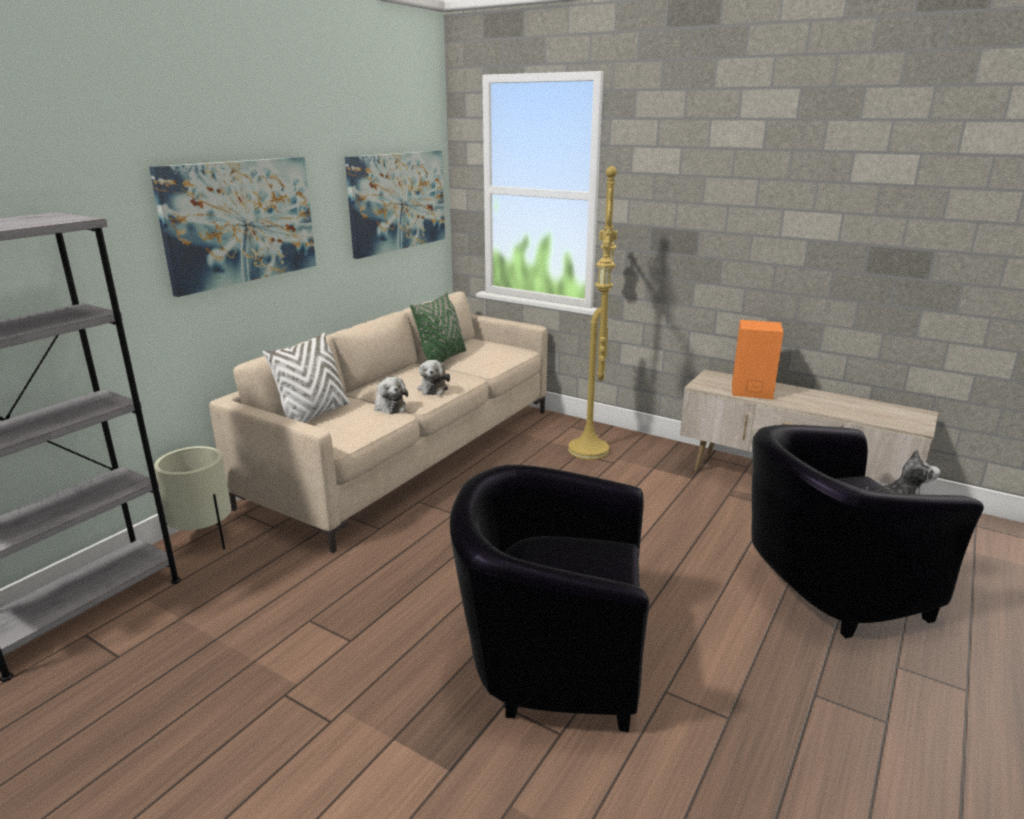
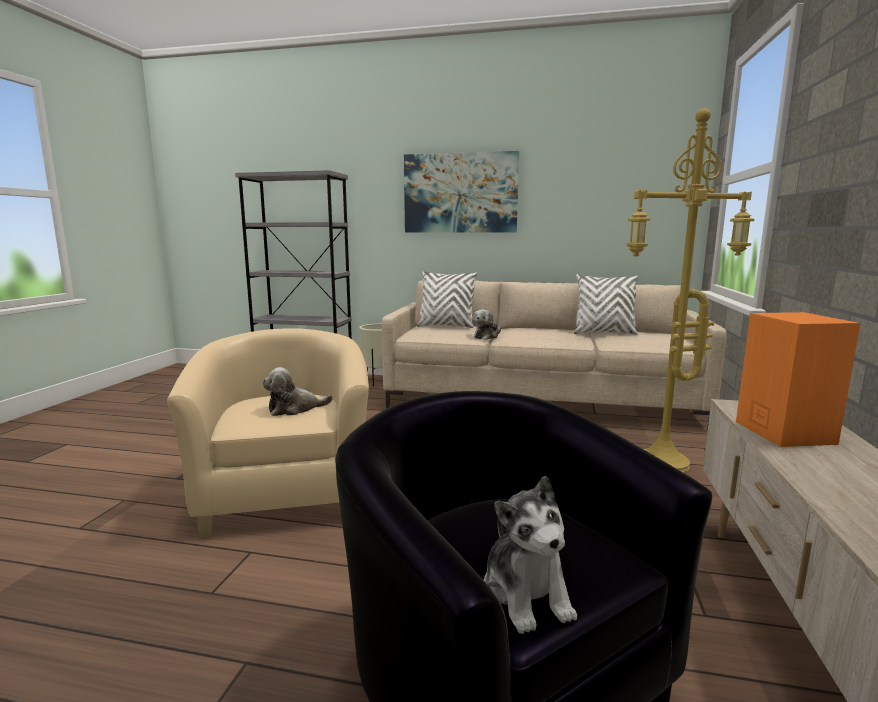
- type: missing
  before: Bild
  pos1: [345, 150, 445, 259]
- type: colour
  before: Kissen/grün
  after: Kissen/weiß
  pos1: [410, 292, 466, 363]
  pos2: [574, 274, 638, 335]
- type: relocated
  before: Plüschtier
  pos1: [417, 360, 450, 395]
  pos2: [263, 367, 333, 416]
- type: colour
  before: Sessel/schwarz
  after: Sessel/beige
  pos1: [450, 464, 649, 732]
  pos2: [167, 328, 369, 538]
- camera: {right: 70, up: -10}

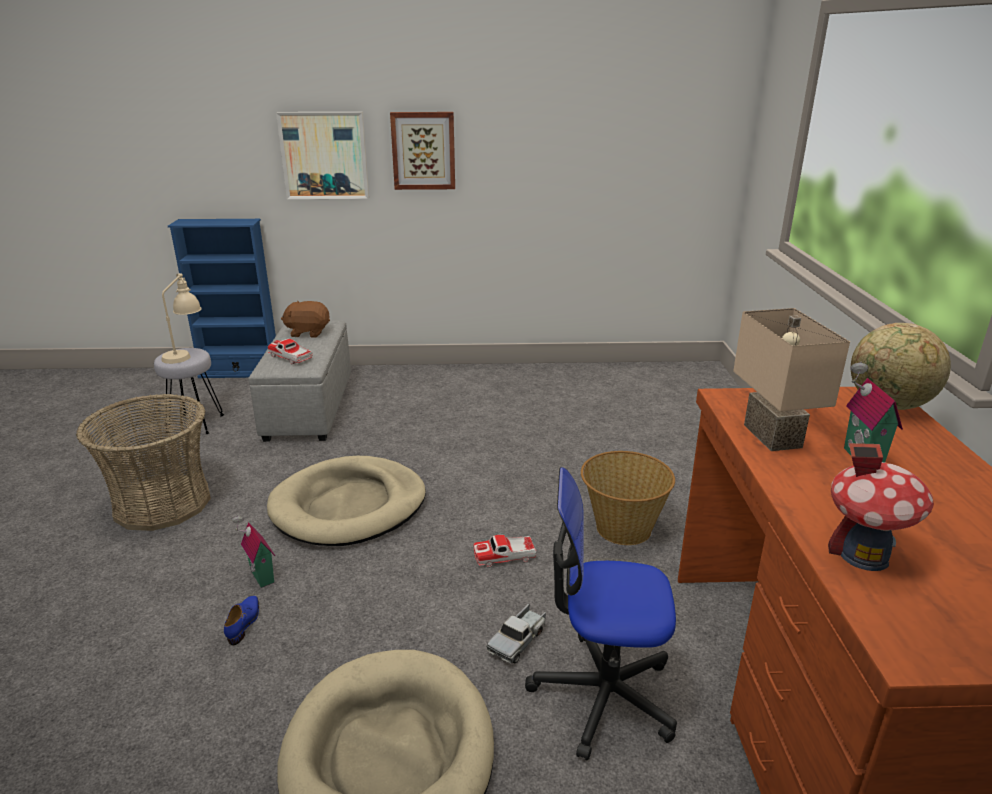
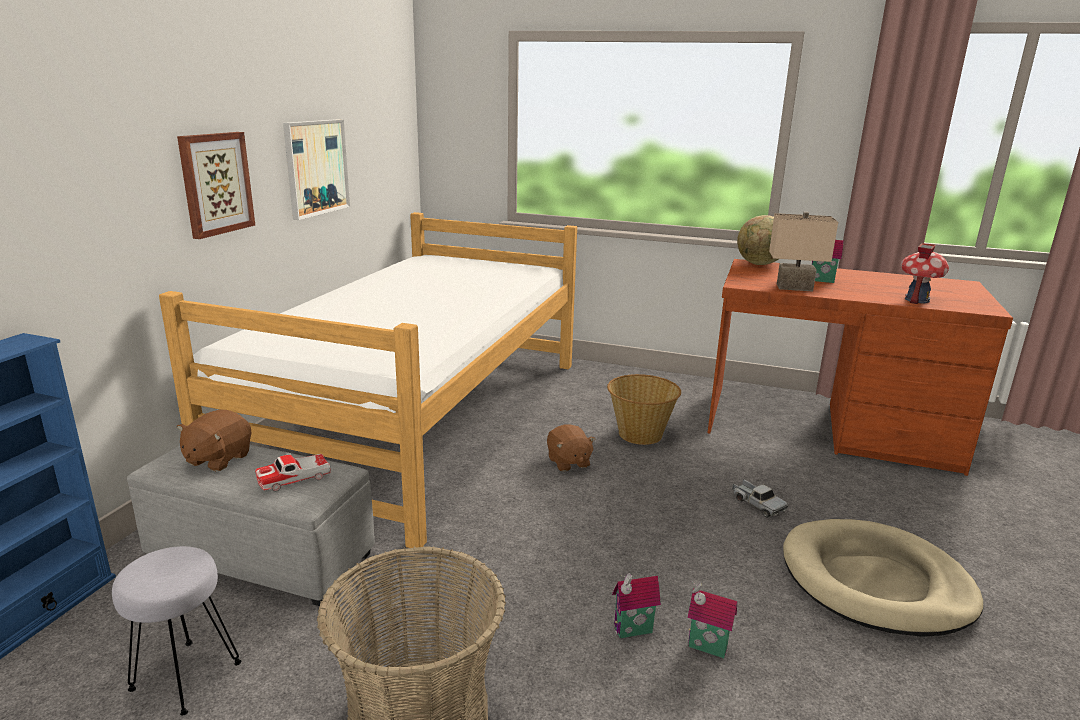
- type: missing
  before: Tischlampe/beige
  pos1: [161, 273, 202, 364]
- type: exchanged
  before: Schuh/blau
  after: Spielzeughaus
  pos1: [224, 596, 259, 645]
  pos2: [688, 581, 737, 658]
- type: missing
  before: Hundebett/beige
  pos1: [267, 456, 426, 546]
- type: relocated
  before: Bild
  pos1: [276, 112, 369, 199]
  pos2: [283, 119, 350, 220]
- type: missing
  before: Spielzeugauto
  pos1: [473, 535, 537, 568]
- type: missing
  before: Bürostuhl
  pos1: [525, 467, 677, 761]
- type: appeared
  after: Bett
  pos2: [159, 212, 577, 548]
- type: appeared
  after: Plüschtier/braun
  pos2: [547, 424, 595, 472]
- camera: {right: -70, up: -5}

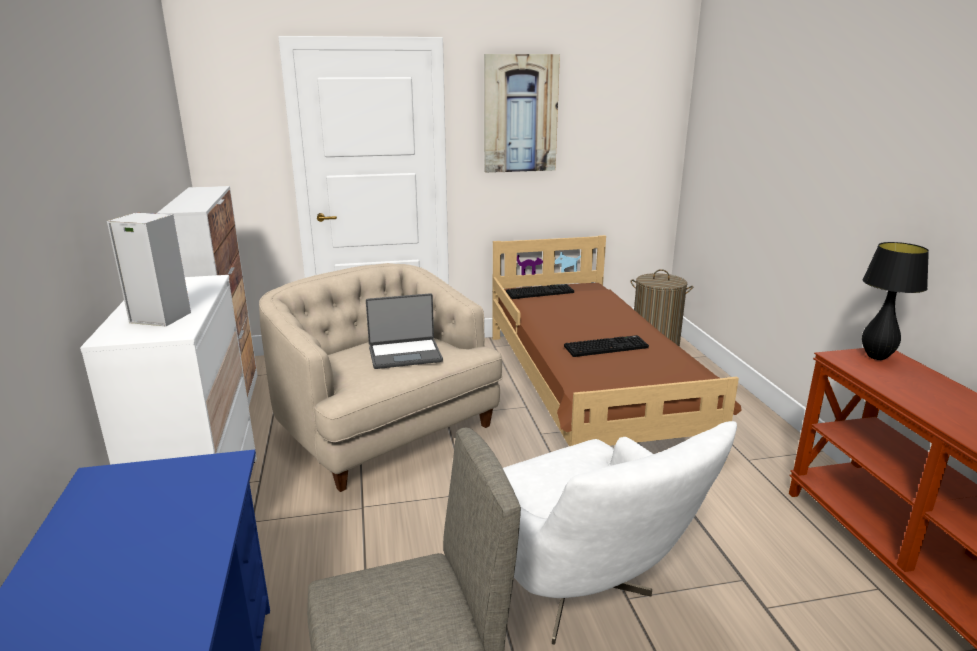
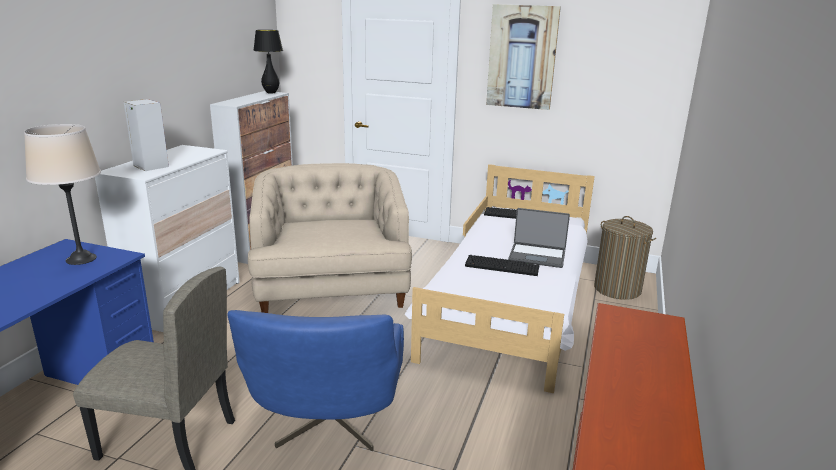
- type: relocated
  before: Laptop
  pos1: [366, 293, 443, 369]
  pos2: [508, 208, 570, 268]
- type: colour
  before: Bett/braun
  after: Bett/weiß
  pos1: [492, 235, 742, 464]
  pos2: [404, 164, 595, 393]
- type: colour
  before: Sessel/weiß
  after: Sessel/blau
  pos1: [503, 421, 737, 644]
  pos2: [227, 310, 404, 451]
- type: relocated
  before: Tischlampe/schwarz
  pos1: [862, 242, 929, 360]
  pos2: [253, 30, 283, 94]
- type: appeared
  after: Tischlampe/beige
  pos2: [24, 124, 101, 265]
- camera: {right: 30, up: 0}

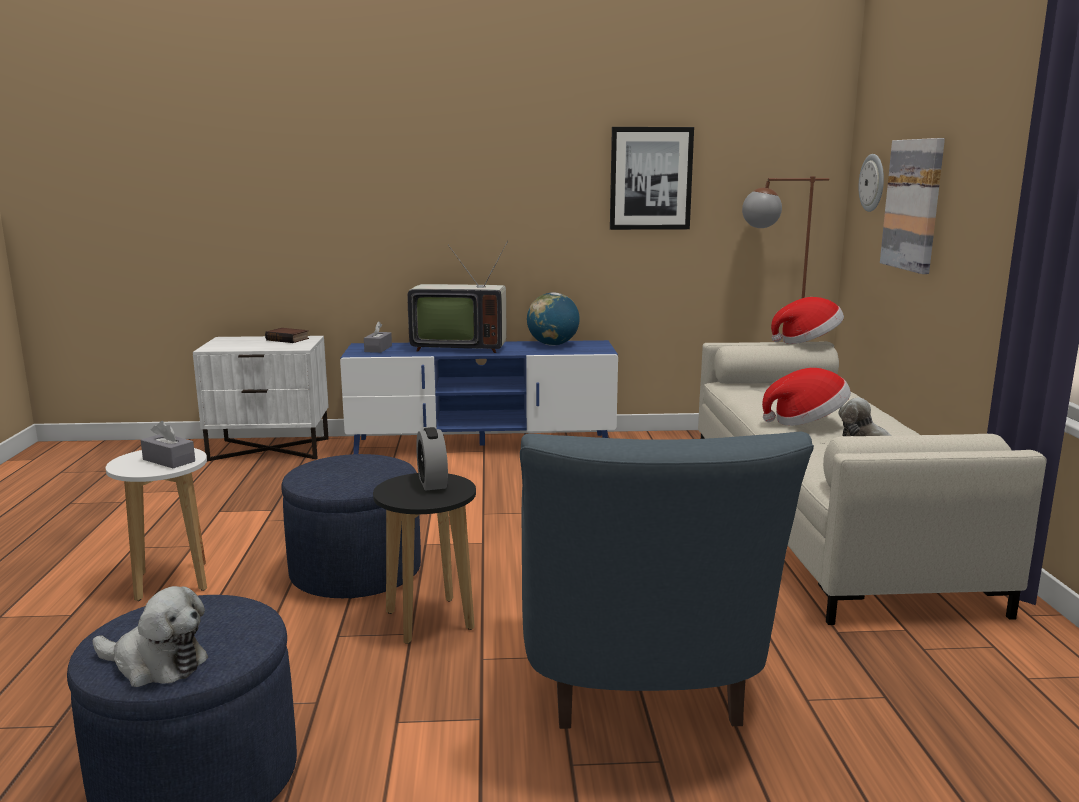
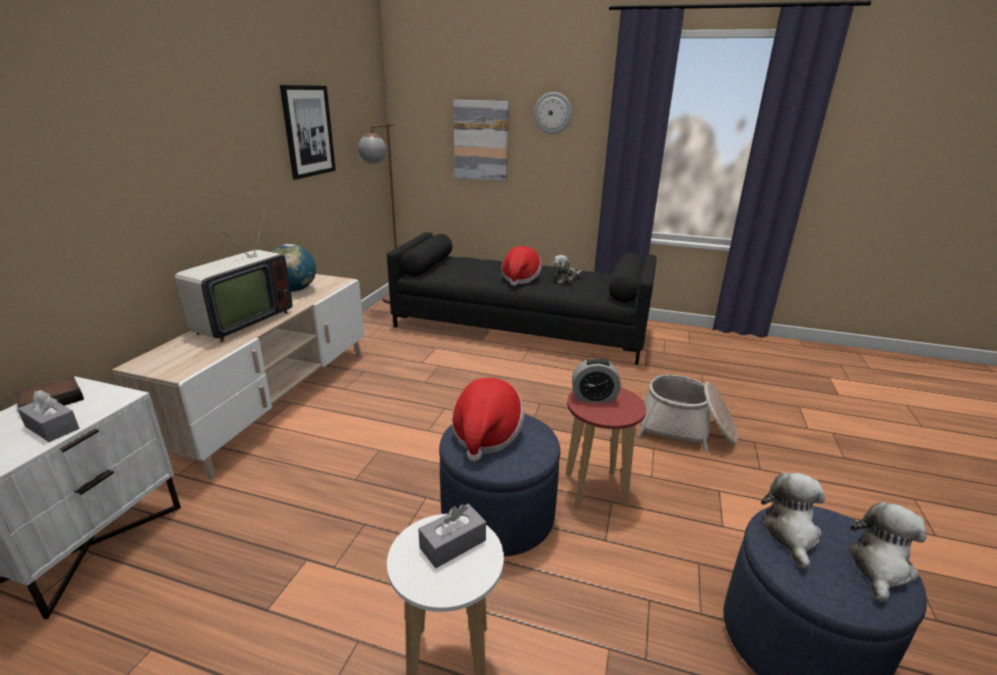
- type: colour
  before: Fernsehschrank/blau
  after: Fernsehschrank/beige
  pos1: [340, 340, 618, 454]
  pos2: [112, 274, 364, 480]
- type: relocated
  before: Taschentuchbox/grau
  pos1: [364, 321, 392, 353]
  pos2: [18, 390, 79, 442]
- type: colour
  before: Hocker/schwarz
  after: Hocker/rot
  pos1: [373, 473, 476, 644]
  pos2: [566, 387, 646, 508]
- type: exchanged
  before: Sessel/blau
  after: Korb
  pos1: [520, 432, 814, 729]
  pos2: [637, 375, 738, 451]
- type: colour
  before: Sofa/beige
  after: Sofa/schwarz
  pos1: [698, 341, 1047, 625]
  pos2: [387, 232, 656, 365]
- type: relocated
  before: Hut
  pos1: [771, 297, 844, 344]
  pos2: [452, 378, 524, 461]
- type: relocated
  before: Wanduhr
  pos1: [859, 154, 884, 212]
  pos2: [534, 92, 572, 134]
- type: appeared
  after: Plüschtier
  pos2: [761, 473, 825, 570]
- camera: {right: -70, up: 10}

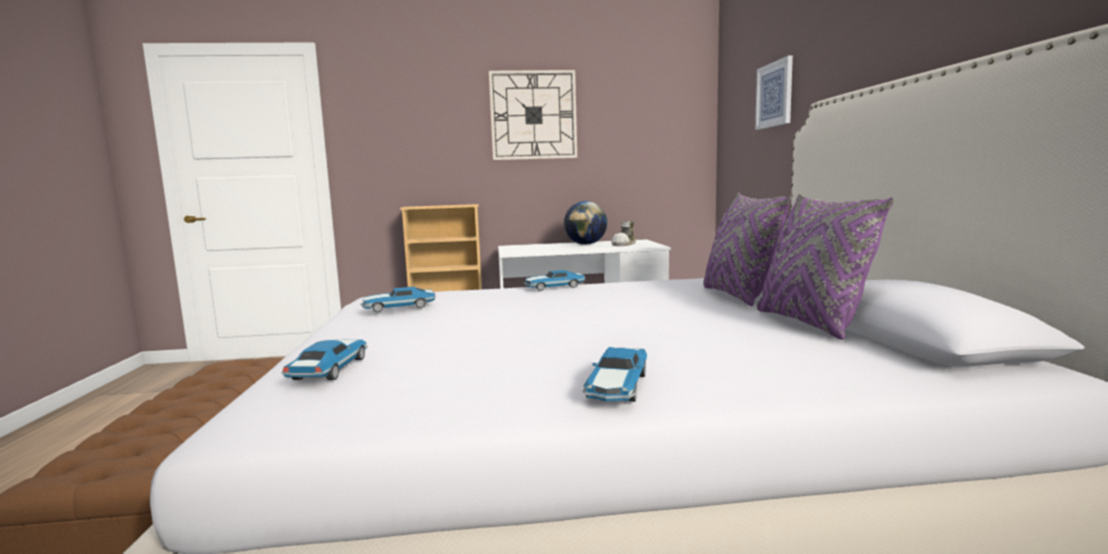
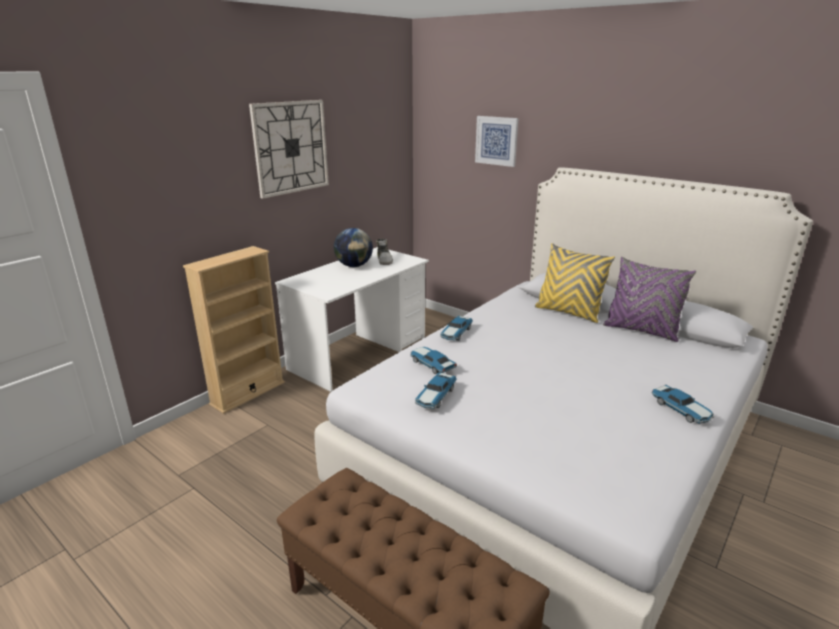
- type: relocated
  before: Spielzeugauto
  pos1: [282, 339, 368, 380]
  pos2: [410, 347, 457, 374]
- type: colour
  before: Kissen/lila
  after: Kissen/gelb
  pos1: [703, 193, 792, 306]
  pos2: [535, 243, 615, 323]
- camera: {right: -45, up: 15}

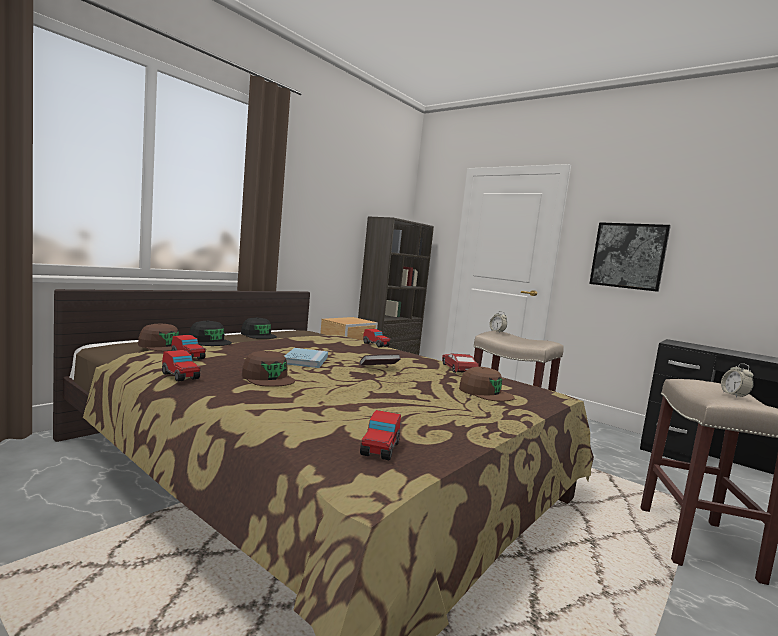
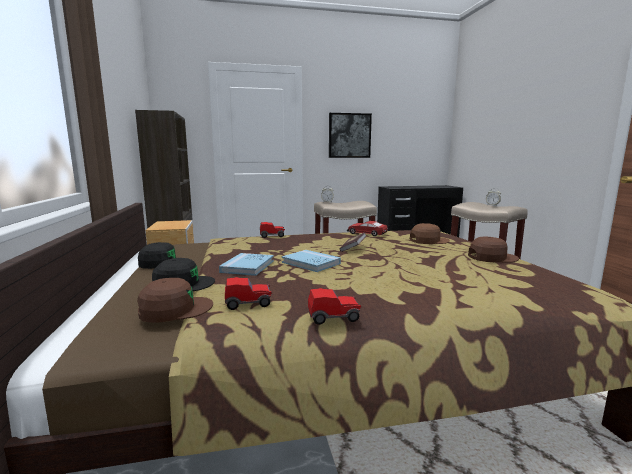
- type: relocated
  before: Kappe/braun
  pos1: [242, 351, 295, 387]
  pos2: [468, 236, 519, 263]
- type: missing
  before: Spielzeugauto
  pos1: [360, 410, 401, 460]
- type: appeared
  after: Buch/blau
  pos2: [219, 253, 274, 276]
- camera: {right: -50, up: 5}

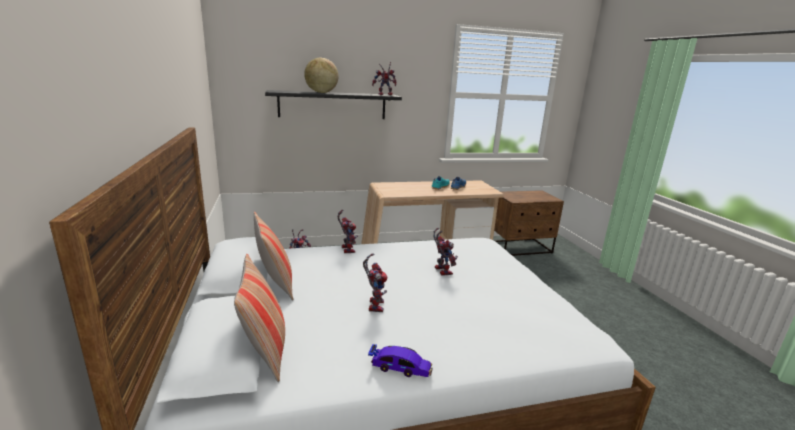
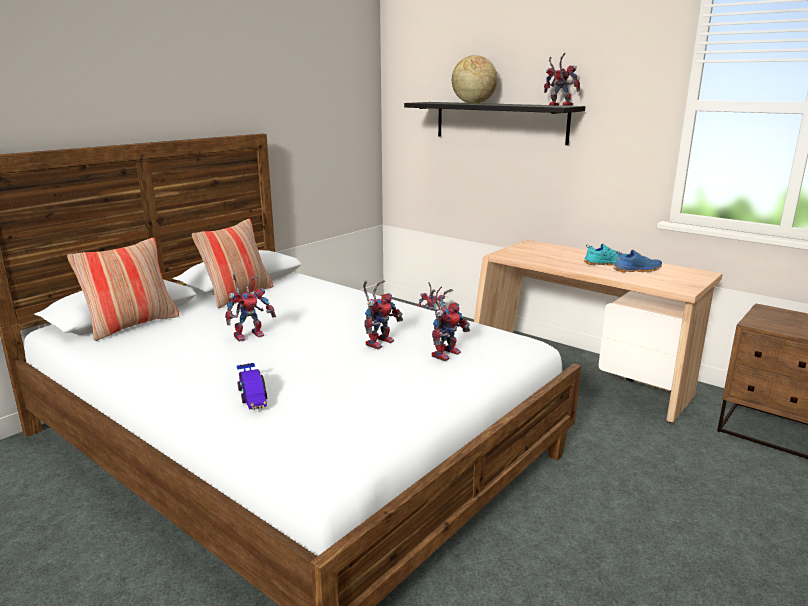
- type: relocated
  before: Spielzeugroboter
  pos1: [338, 210, 358, 253]
  pos2: [430, 289, 470, 361]
- type: relocated
  before: Spielzeugauto
  pos1: [368, 344, 433, 377]
  pos2: [237, 363, 267, 410]
- camera: {right: 55, up: 0}

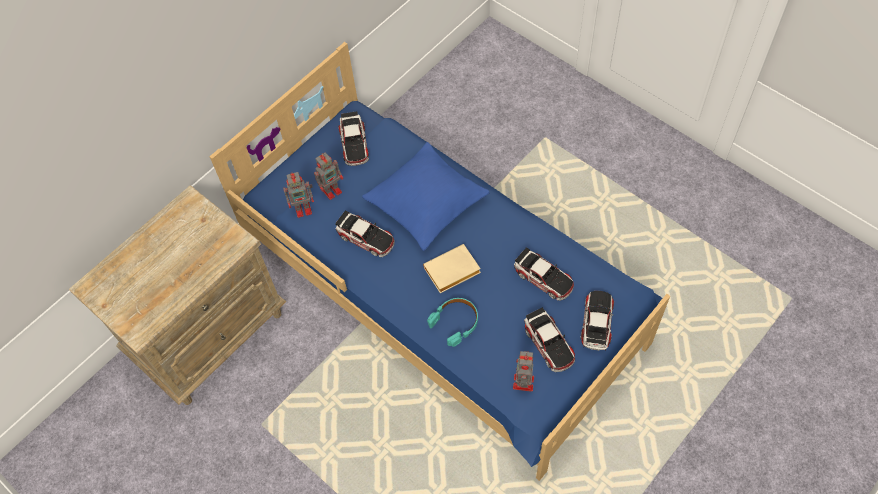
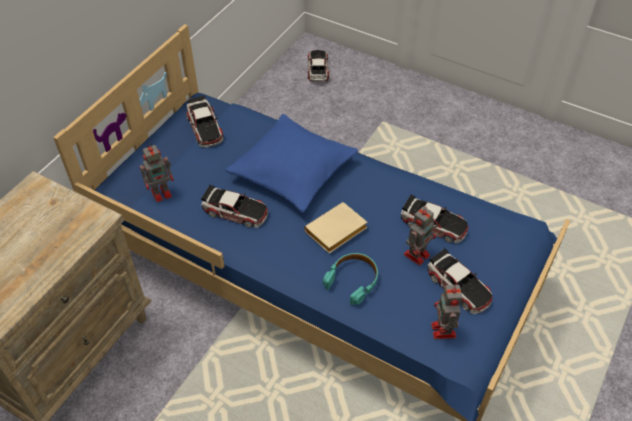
- type: relocated
  before: Spielzeugroboter
  pos1: [314, 152, 343, 200]
  pos2: [404, 207, 436, 266]
- type: relocated
  before: Spielzeugauto
  pos1: [580, 291, 614, 350]
  pos2: [308, 50, 329, 83]
- camera: {right: -15, up: -10}

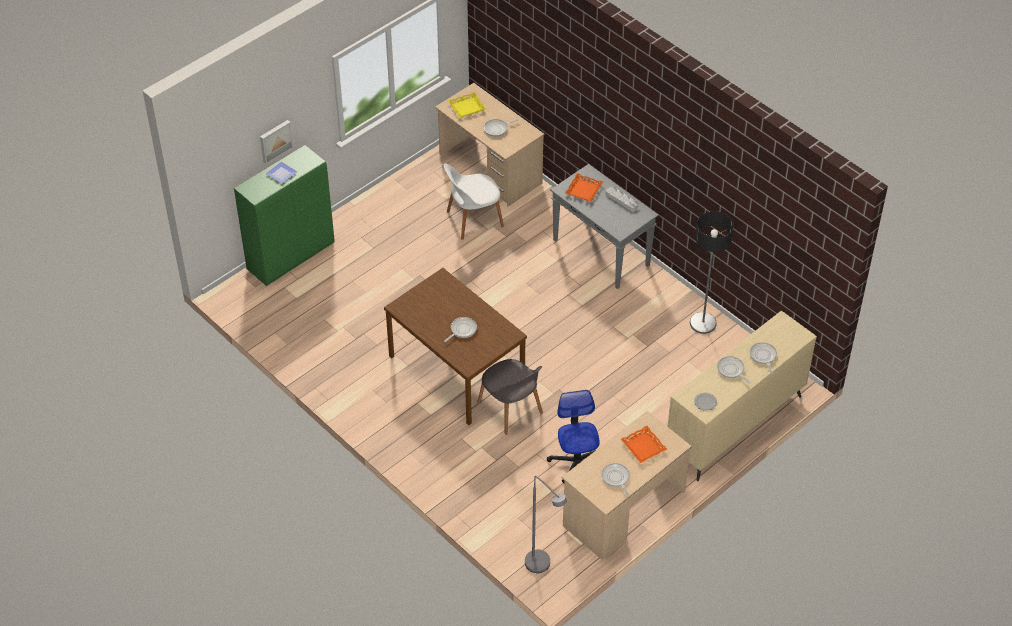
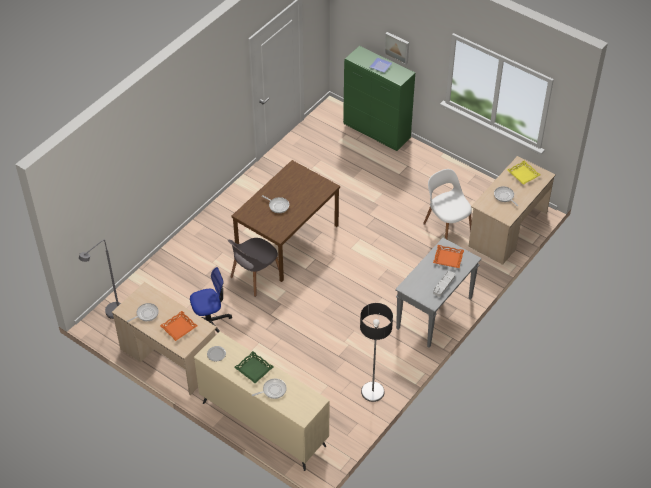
- type: exchanged
  before: Pfanne
  after: Tablett/grün
  pos1: [717, 356, 751, 384]
  pos2: [234, 351, 274, 383]
- camera: {right: 80, up: 0}

